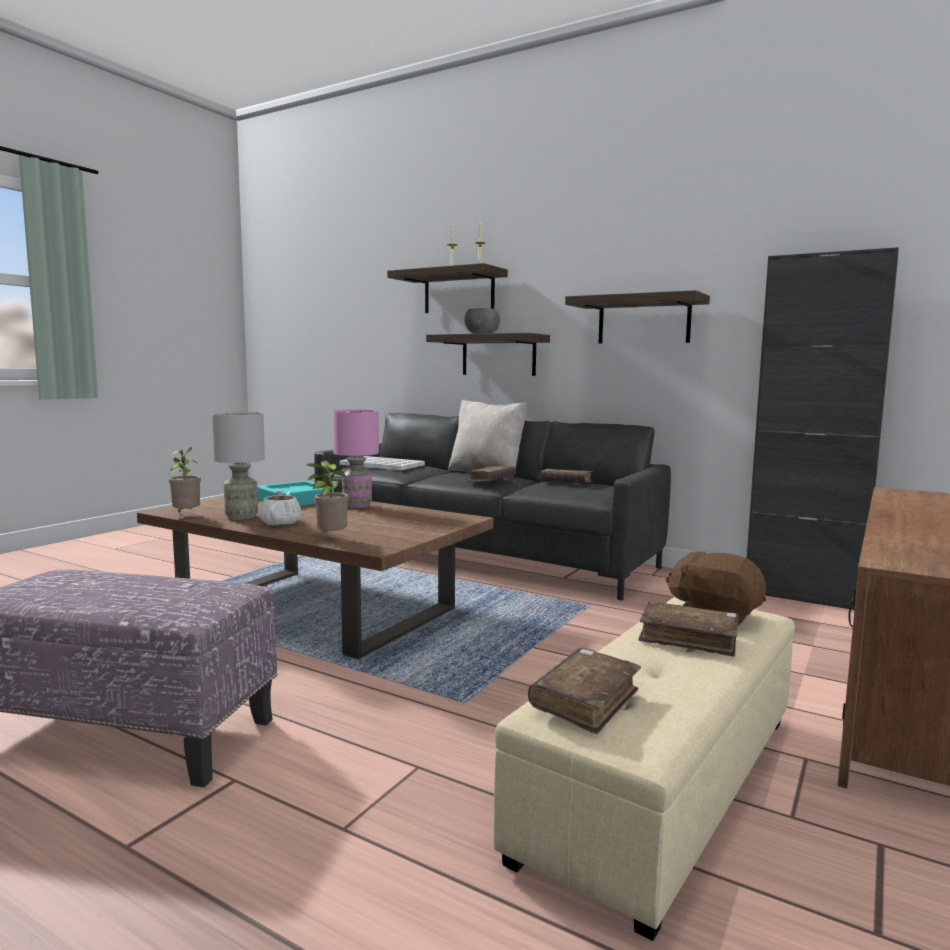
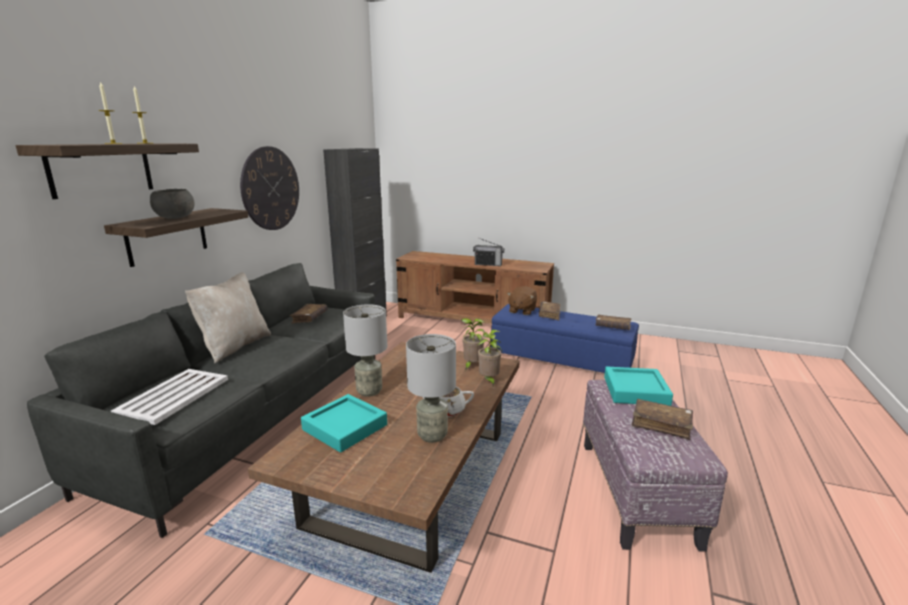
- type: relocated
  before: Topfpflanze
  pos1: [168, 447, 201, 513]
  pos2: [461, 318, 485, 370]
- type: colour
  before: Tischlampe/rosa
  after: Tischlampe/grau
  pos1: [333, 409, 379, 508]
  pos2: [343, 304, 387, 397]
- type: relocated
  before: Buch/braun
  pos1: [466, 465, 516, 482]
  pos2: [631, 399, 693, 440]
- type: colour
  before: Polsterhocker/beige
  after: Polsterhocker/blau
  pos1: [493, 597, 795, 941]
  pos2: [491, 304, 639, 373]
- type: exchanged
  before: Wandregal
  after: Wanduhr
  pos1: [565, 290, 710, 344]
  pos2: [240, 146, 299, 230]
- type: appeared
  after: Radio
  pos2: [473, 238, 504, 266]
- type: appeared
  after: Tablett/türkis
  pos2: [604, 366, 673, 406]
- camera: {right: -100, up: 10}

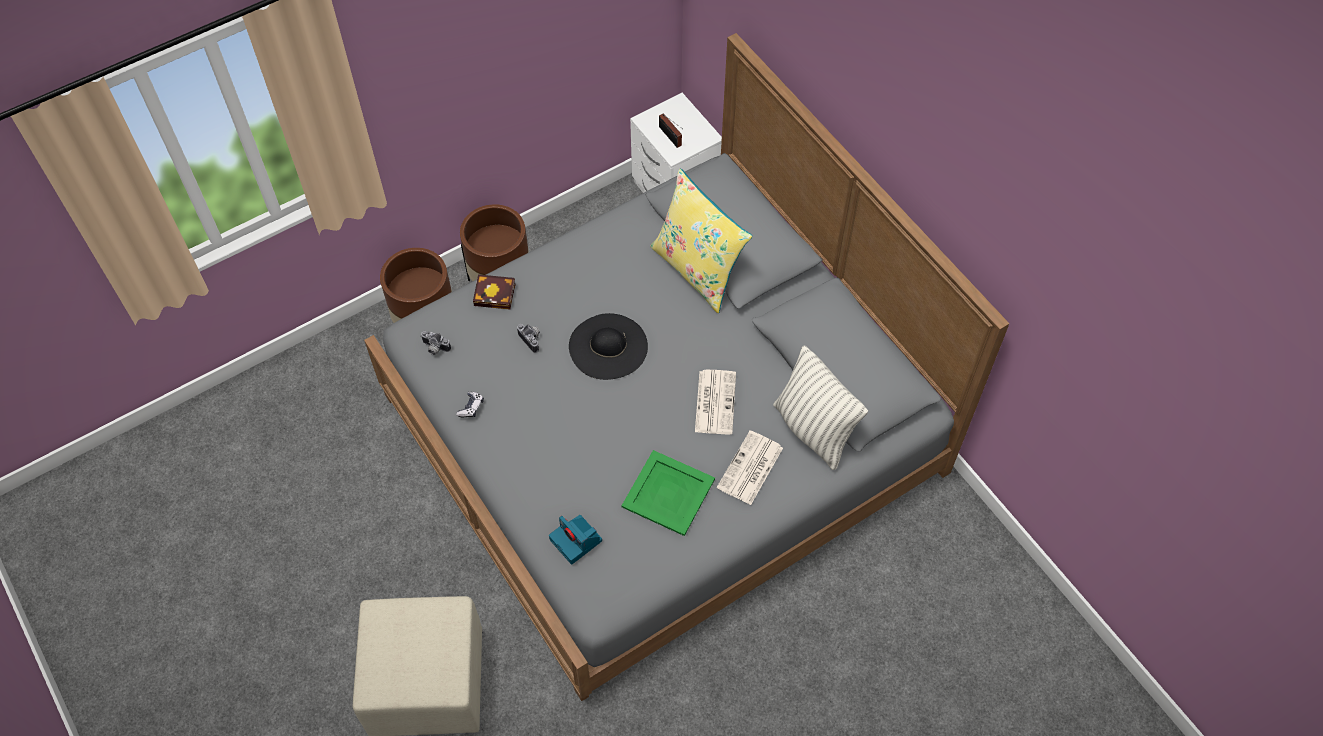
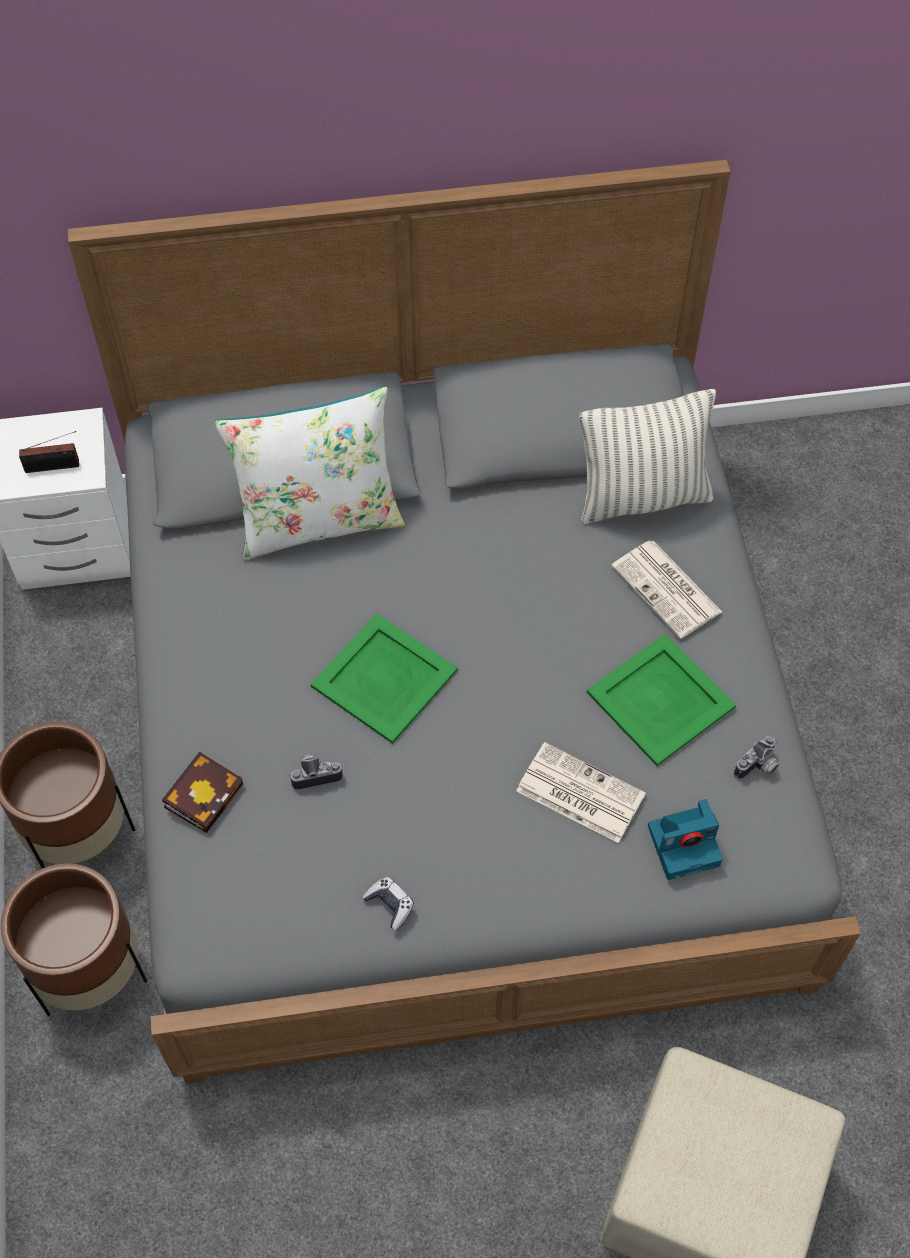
- type: relocated
  before: Kamera
  pos1: [420, 331, 451, 355]
  pos2: [734, 736, 779, 779]
- type: exchanged
  before: Hut/schwarz
  after: Tablett/grün
  pos1: [569, 313, 648, 380]
  pos2: [311, 614, 458, 744]
- type: colour
  before: Kissen/gelb
  after: Kissen/weiß
  pos1: [651, 168, 752, 313]
  pos2: [215, 386, 405, 560]
- type: relocated
  before: Zeitung
  pos1: [695, 370, 736, 434]
  pos2: [517, 742, 646, 843]
- camera: {right: -65, up: 0}

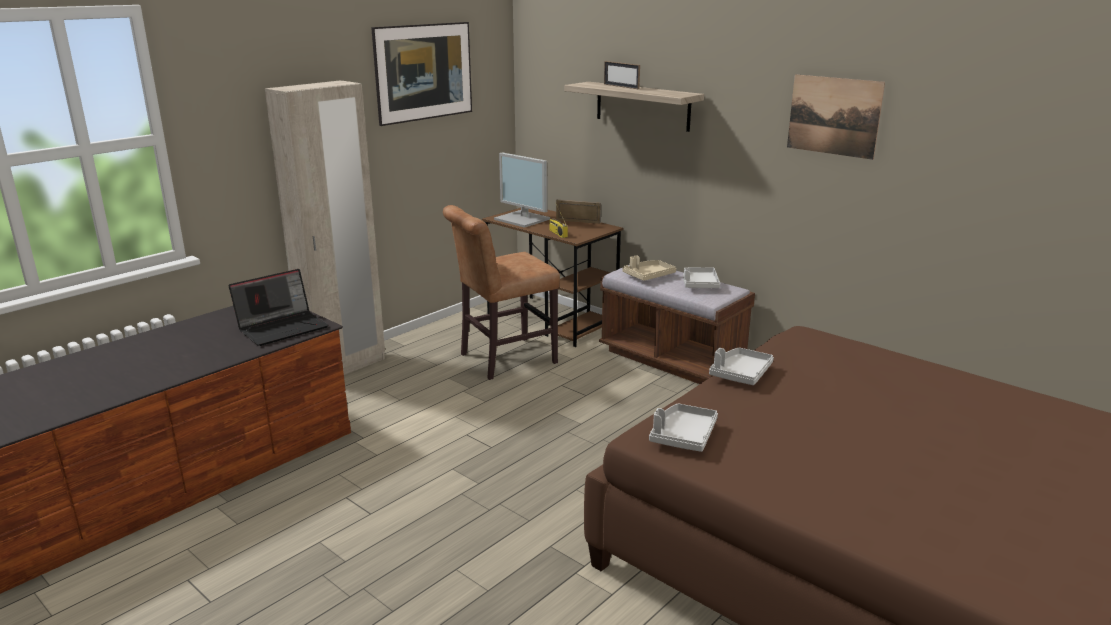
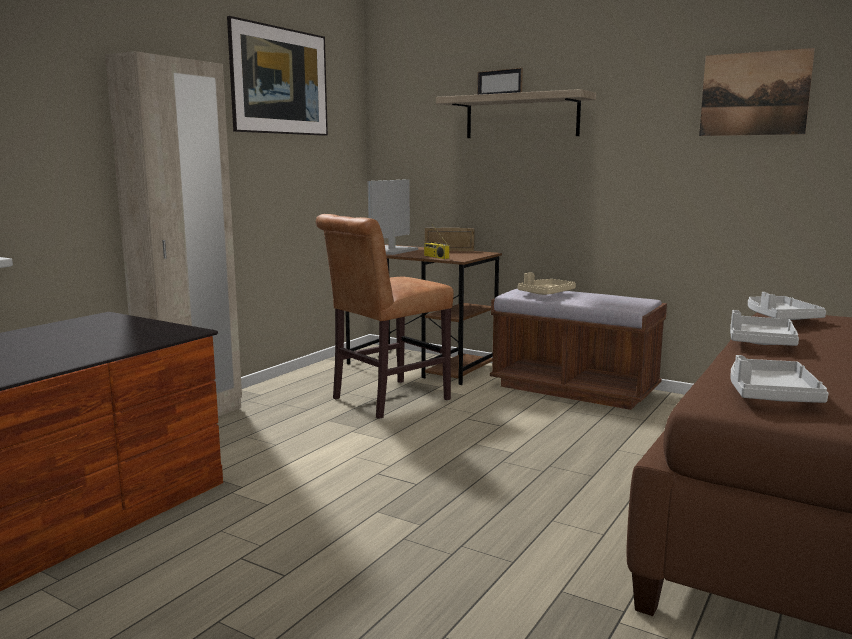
- type: missing
  before: Laptop
  pos1: [228, 269, 328, 346]
- type: spun
  before: Monitor
  pos1: [494, 152, 550, 228]
  pos2: [368, 179, 418, 255]
  turn: 90
- type: relocated
  before: Tablett/grau
  pos1: [683, 267, 720, 288]
  pos2: [748, 292, 826, 320]
- camera: {right: -10, up: -10}

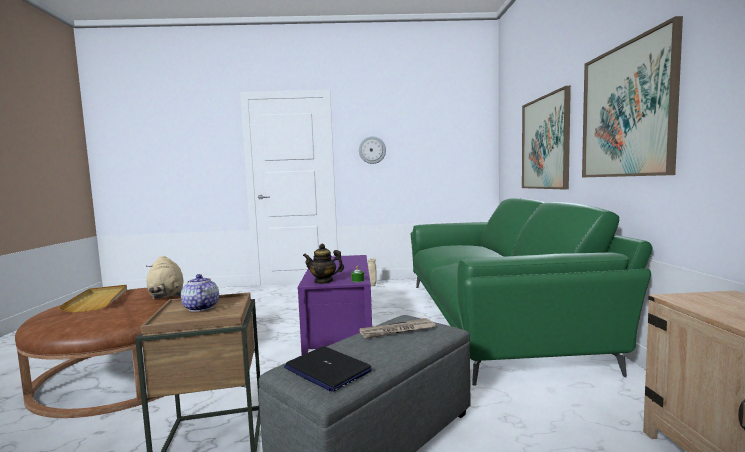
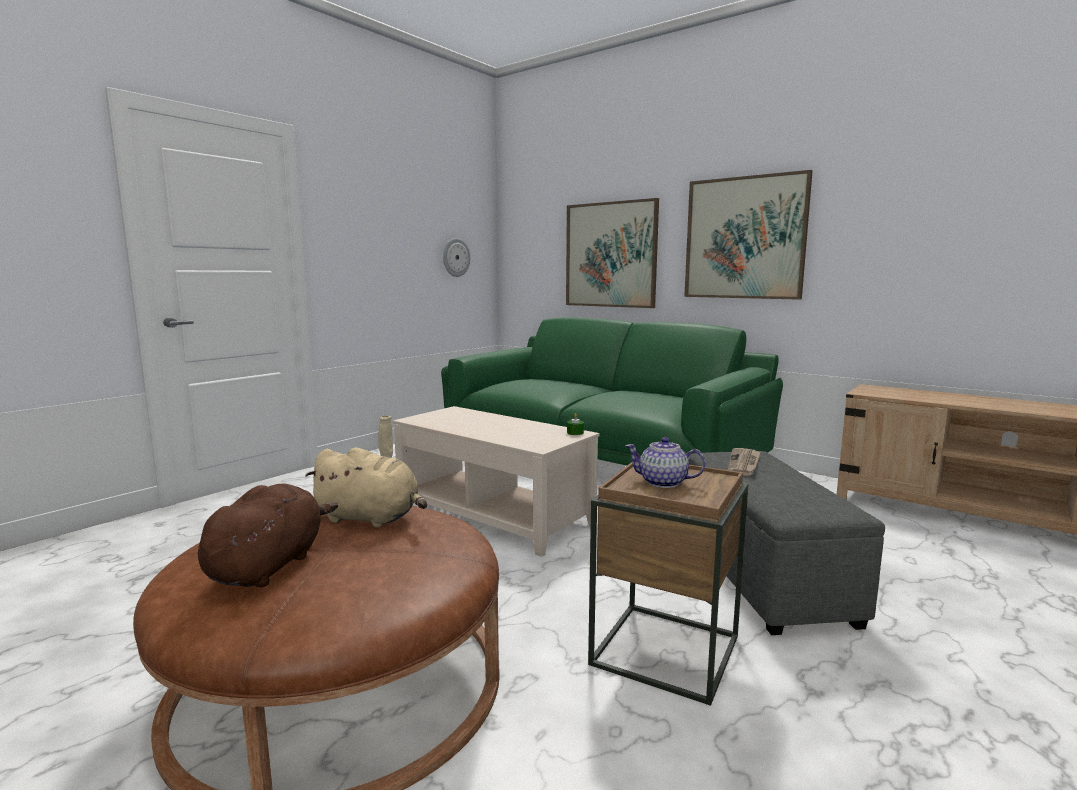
- type: exchanged
  before: Tablett/beige
  after: Plüschtier/braun
  pos1: [58, 285, 127, 313]
  pos2: [198, 484, 338, 587]
- type: missing
  before: Laptop
  pos1: [284, 346, 372, 392]
- type: colour
  before: Couchtisch/lila
  after: Couchtisch/beige
  pos1: [298, 255, 372, 355]
  pos2: [393, 406, 600, 557]
- type: missing
  before: Teekanne
  pos1: [303, 244, 344, 284]
- type: relocated
  before: Wanduhr
  pos1: [359, 136, 386, 164]
  pos2: [443, 238, 470, 277]
- camera: {right: -50, up: 5}

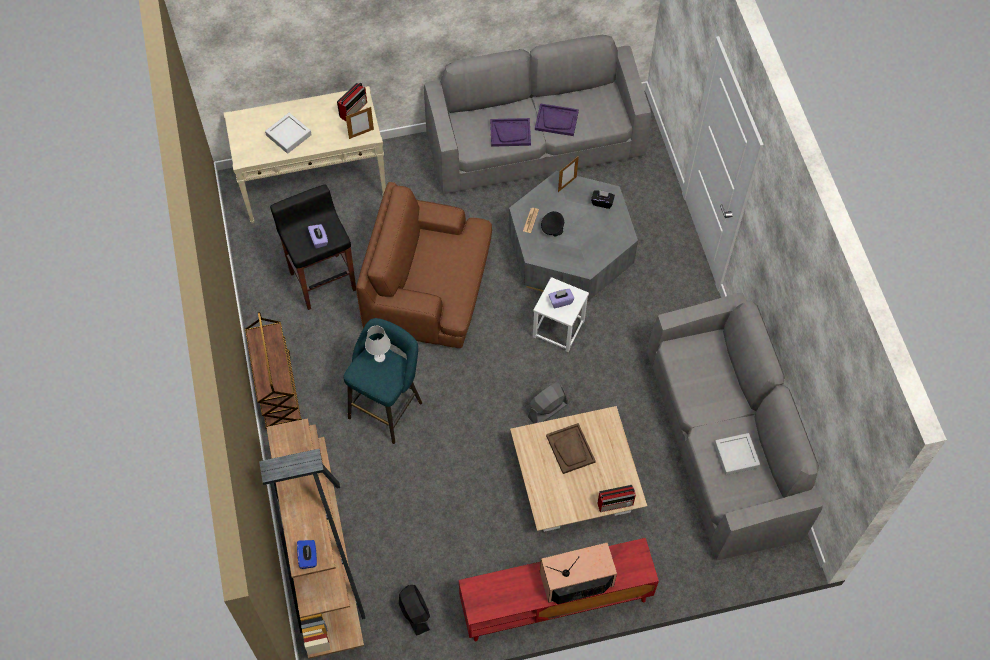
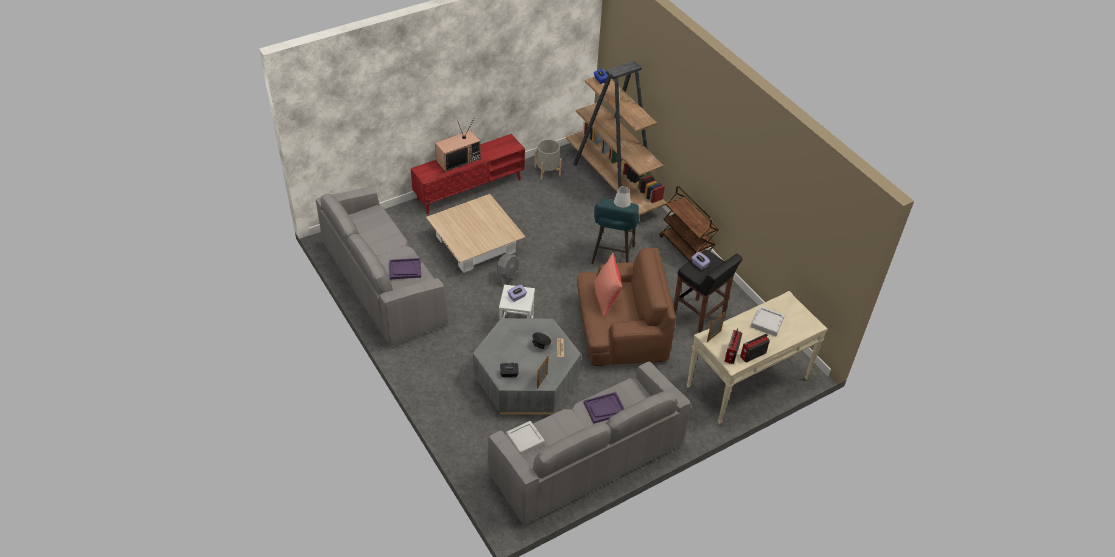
- type: exchanged
  before: Ventilator/schwarz
  after: Pflanzkübel/grau
  pos1: [399, 585, 430, 636]
  pos2: [534, 139, 562, 180]
- type: relocated
  before: Tablett/lila
  pos1: [535, 103, 579, 136]
  pos2: [389, 258, 421, 279]
- type: missing
  before: Tablett/braun
  pos1: [546, 423, 596, 474]
- type: relocated
  before: Radio
  pos1: [598, 485, 636, 512]
  pos2: [740, 334, 770, 363]
- type: relocated
  before: Tablett/grau
  pos1: [714, 433, 760, 475]
  pos2: [506, 421, 545, 455]
- type: appeared
  after: Kissen/rot
  pos2: [594, 253, 622, 318]
- camera: {right: 160, up: -15}

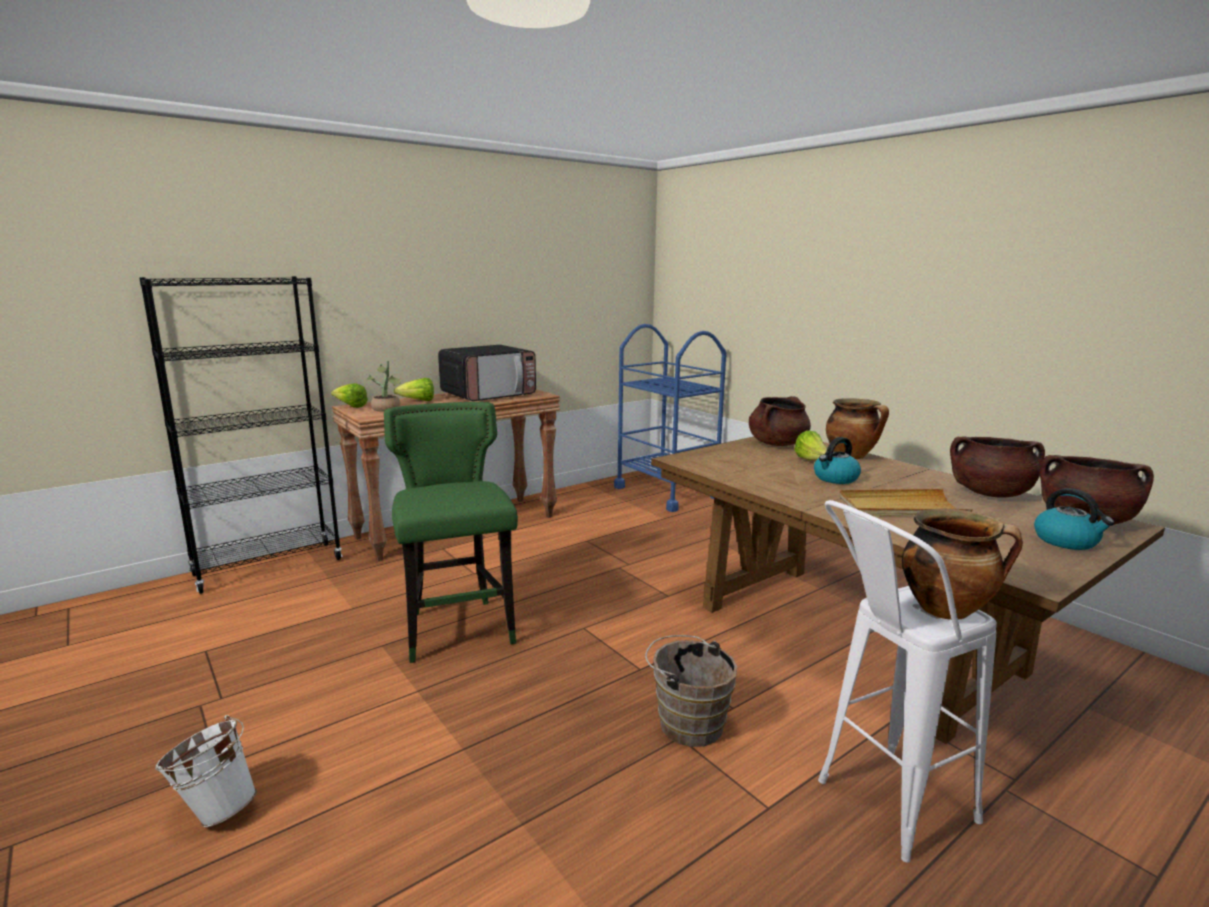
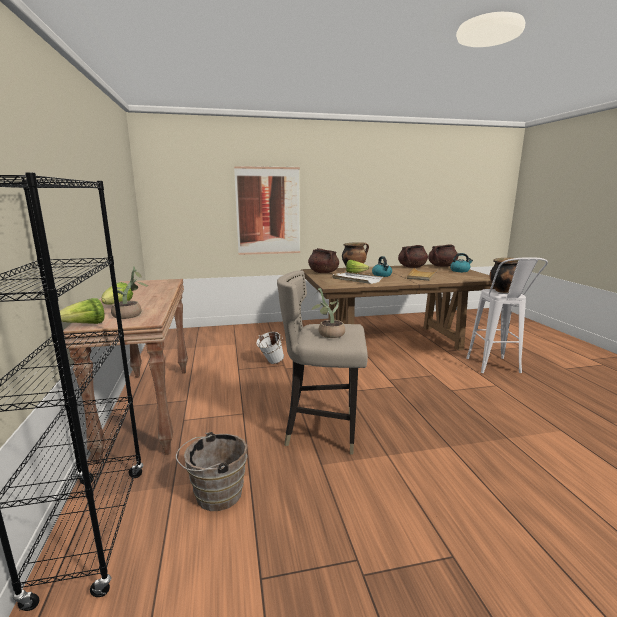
- type: relocated
  before: Eimer/weiß
  pos1: [155, 715, 257, 827]
  pos2: [256, 332, 284, 364]
- type: colour
  before: Hocker/grün
  after: Hocker/beige
  pos1: [384, 402, 518, 663]
  pos2: [277, 271, 368, 454]
- type: missing
  before: Mikrowelle
  pos1: [438, 345, 536, 401]
- type: missing
  before: Rollwagen/blau
  pos1: [614, 324, 726, 512]
- type: relocated
  before: Eimer/braun
  pos1: [645, 635, 737, 747]
  pos2: [176, 432, 247, 511]
- type: appeared
  after: Bild
  pos2: [234, 166, 300, 255]
- type: appeared
  after: Topfpflanze
  pos2: [311, 288, 345, 338]
- type: appeared
  after: Tablett/weiß
  pos2: [332, 272, 383, 284]
- camera: {right: -65, up: 0}

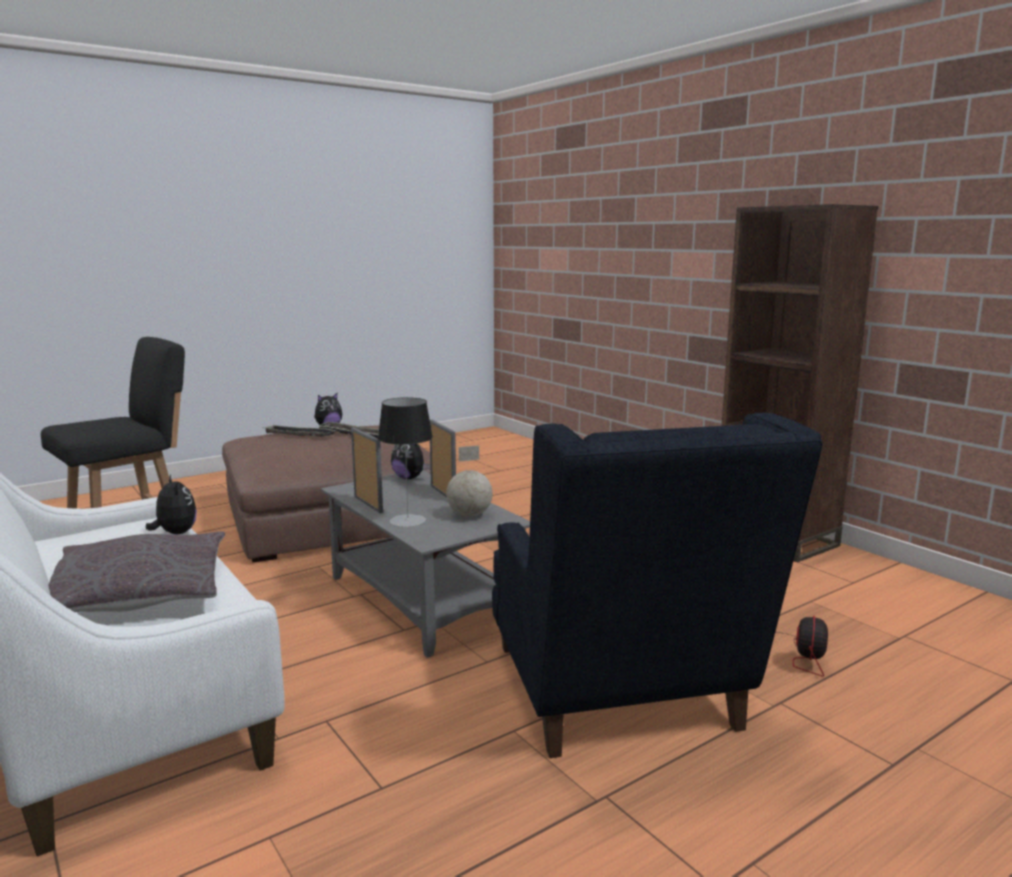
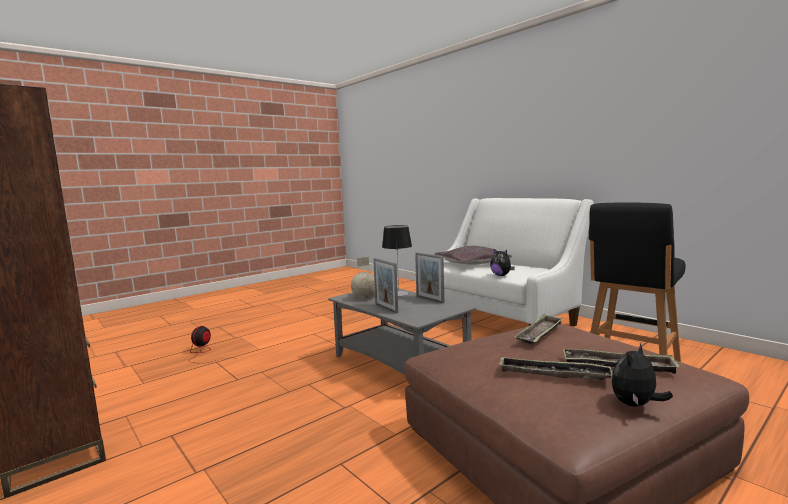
- type: missing
  before: Plüschtier
  pos1: [391, 443, 430, 479]
- type: missing
  before: Sessel/blau
  pos1: [492, 413, 823, 758]
- type: appeared
  after: Tablett
  pos2: [515, 314, 563, 345]
- camera: {right: 175, up: -5}

